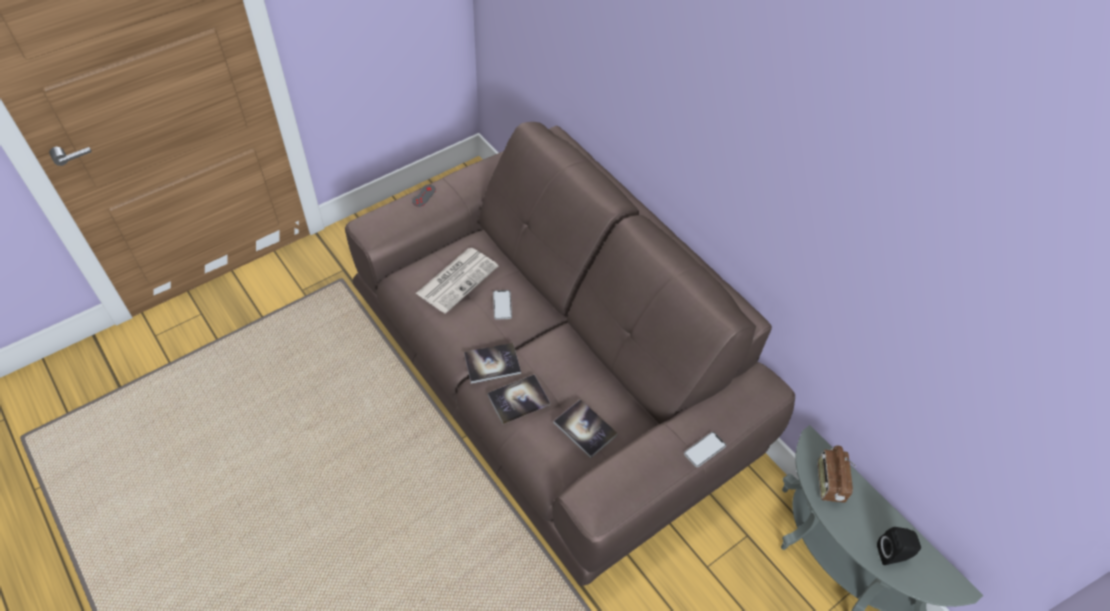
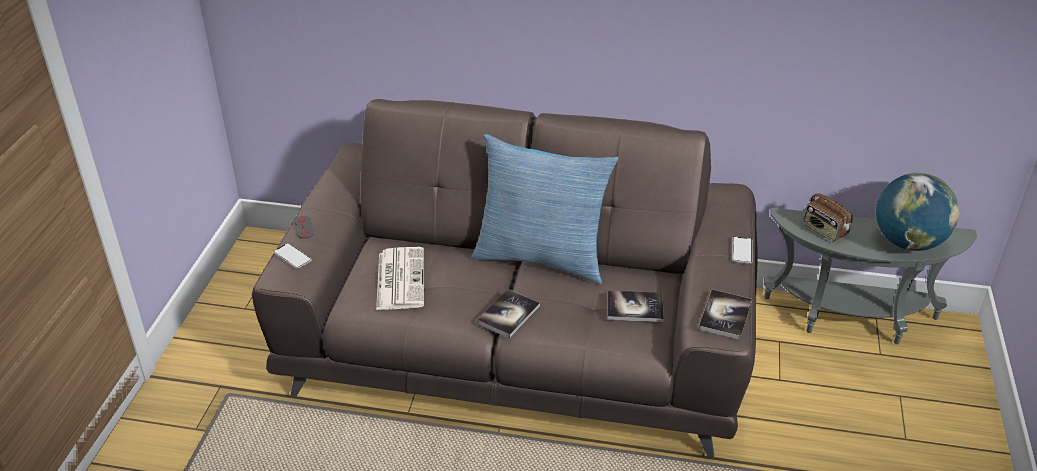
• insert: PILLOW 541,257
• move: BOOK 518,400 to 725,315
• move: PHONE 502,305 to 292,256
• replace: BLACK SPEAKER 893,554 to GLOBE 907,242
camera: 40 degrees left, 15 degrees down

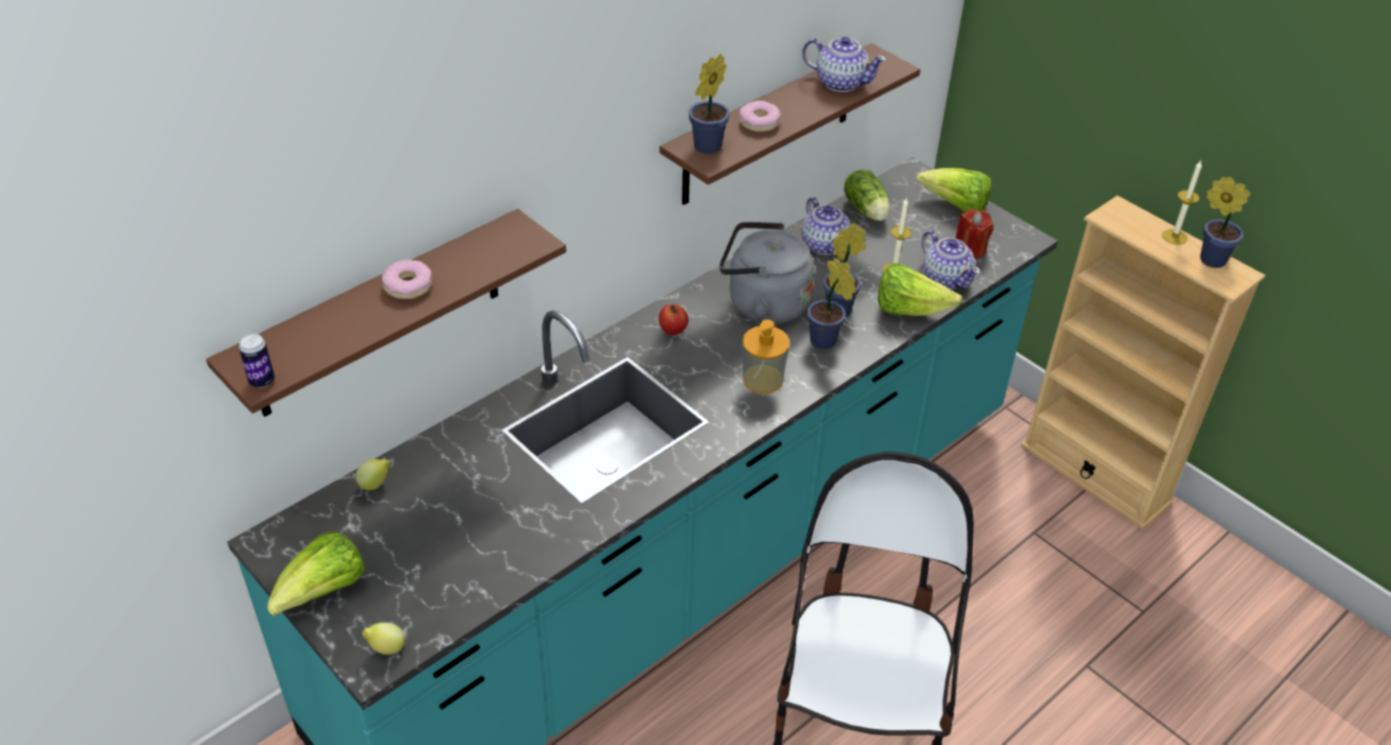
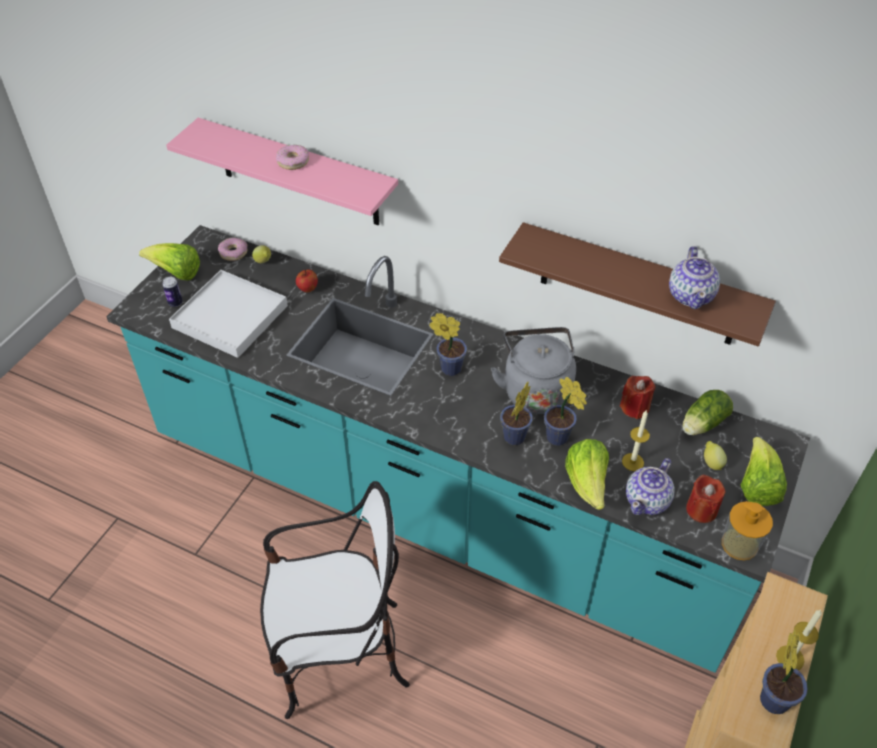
• insert: WHITE TRAY 229,317
• move: CAN 262,381 to 175,303
• move: LEMON 386,648 to 711,463
• move: APPLE 673,330 to 307,289
• move: POTTED PLANT 705,148 to 448,368
• move: DONUT 758,122 to 233,252
• move: SOAP DISPENSER 763,379 to 739,544
• replace: TEAPOT 824,244 to RED CANDLE 635,407
• recolor: BROWN SHELF 379,315 to PINK SHELF 298,173
camera: 70 degrees right, 5 degrees up

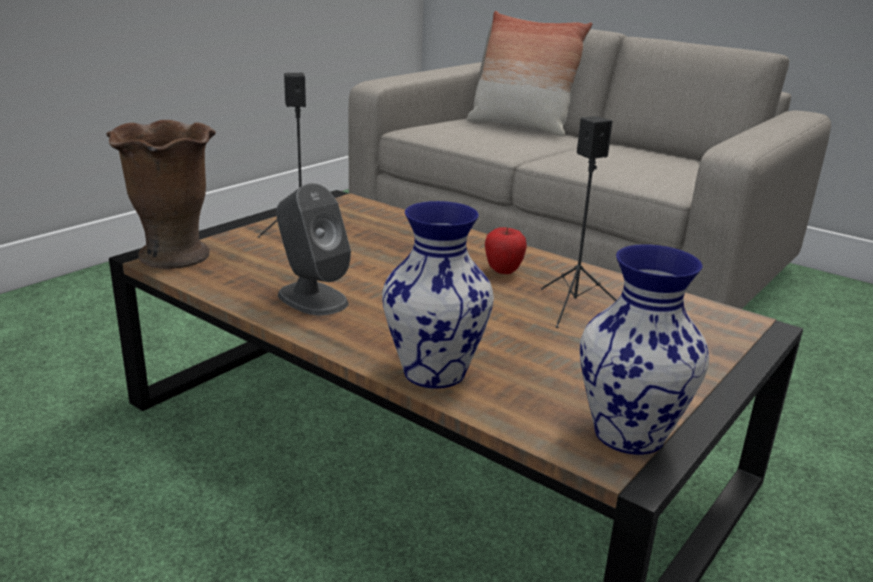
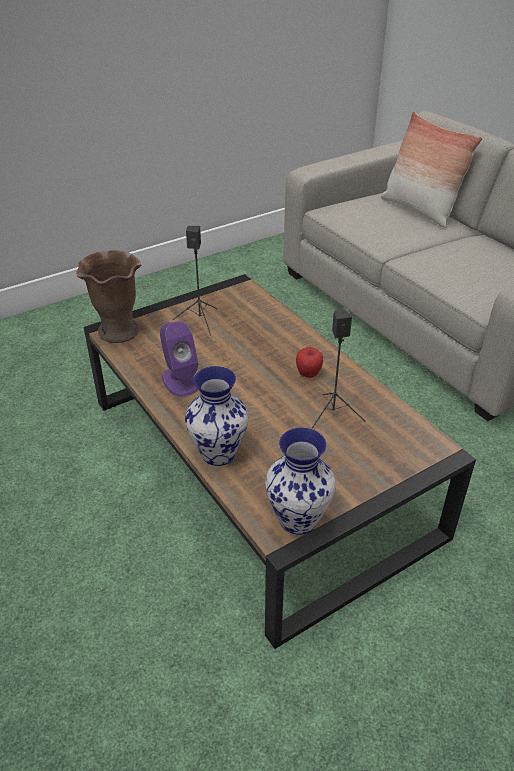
• recolor: GREY SPEAKER 312,298 to PURPLE SPEAKER 180,381
camera: 20 degrees right, 15 degrees up

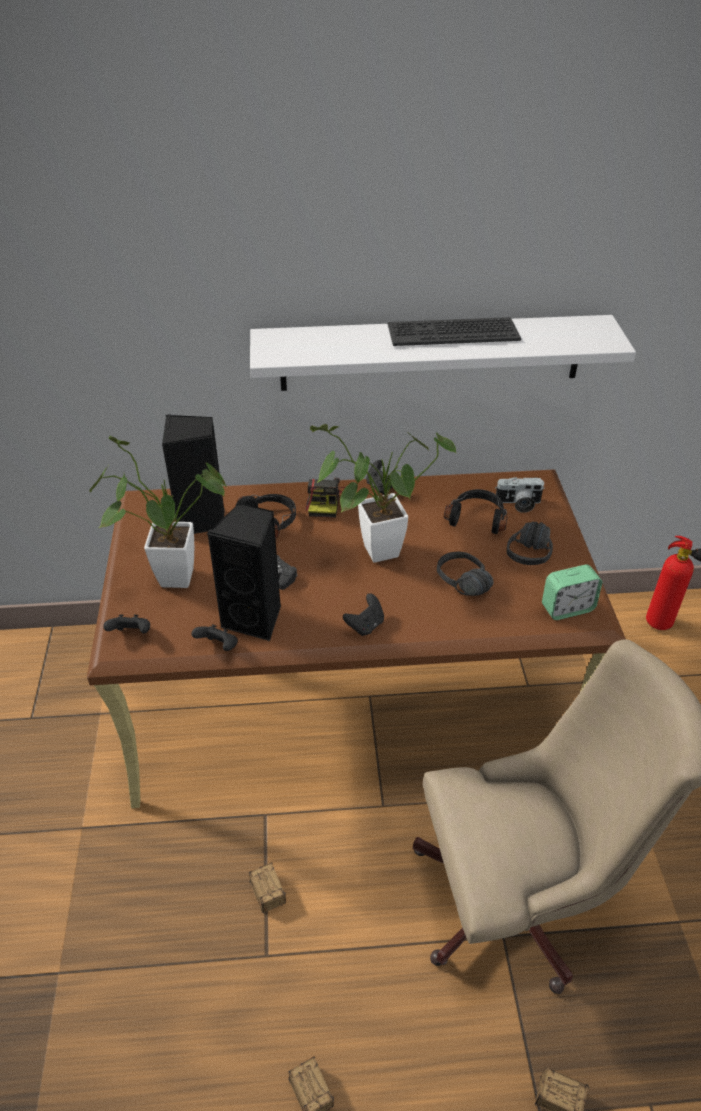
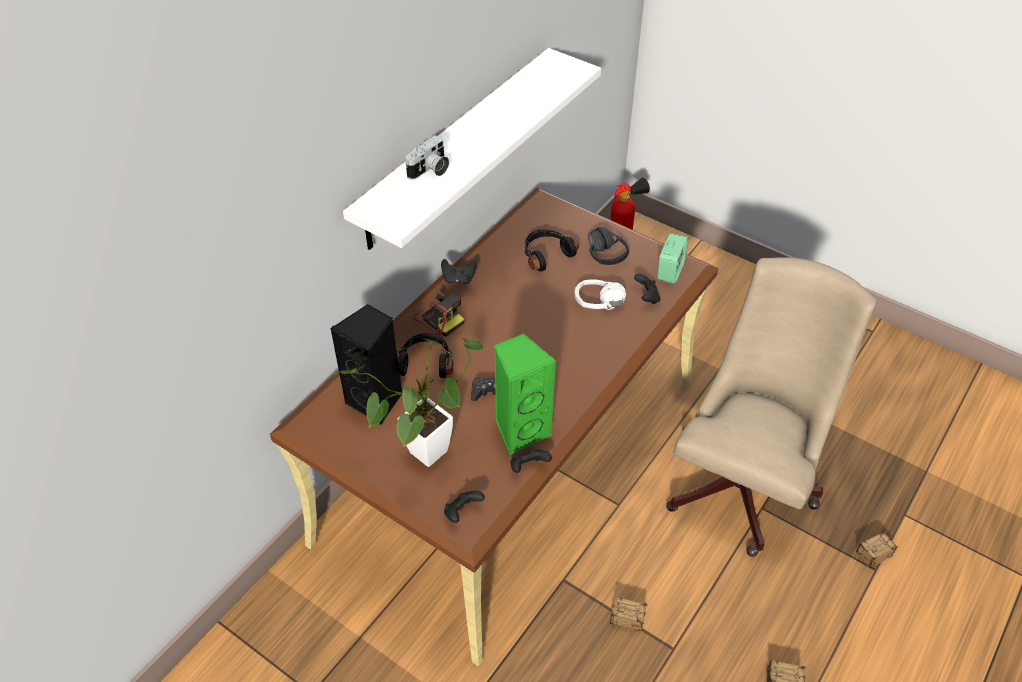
• delete: POTTED PLANT 372,553
• delete: KEYBOARD 453,332
• move: BLACK GAME CONTROLLER 365,625 to 647,297
• move: PHOTO CAMERA 518,504 to 430,170
• recolor: BLACK SPEAKER 255,618 to GREEN SPEAKER 521,430
• recolor: BLACK HEADPHONES 457,586 to WHITE HEADPHONES 599,307
camera: 50 degrees left, 5 degrees up

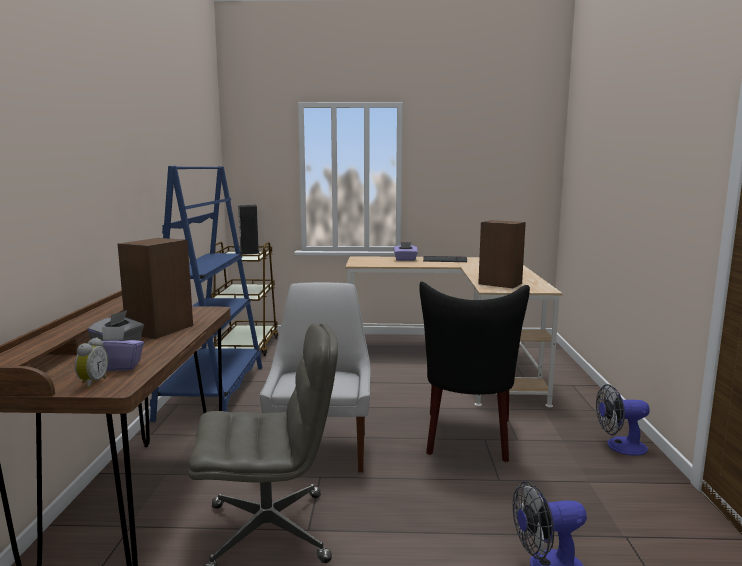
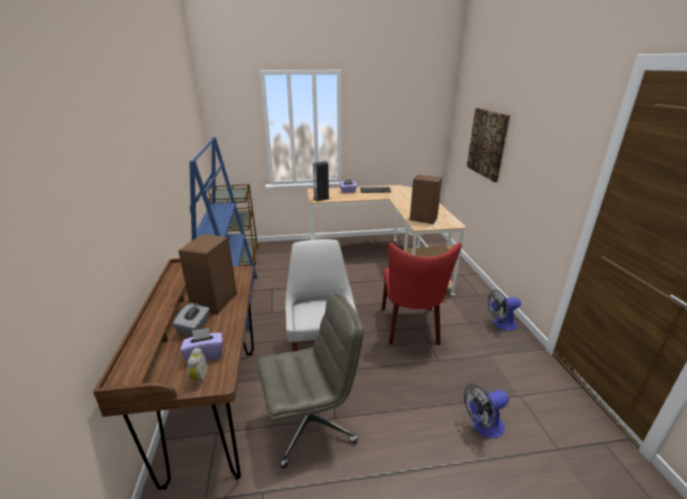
• insert: PICTURE 487,143
• move: SPEAKER 249,253 to 321,198
• recolor: BLACK CHAIR 468,439 to RED CHAIR 411,328
camera: 10 degrees left, 15 degrees up

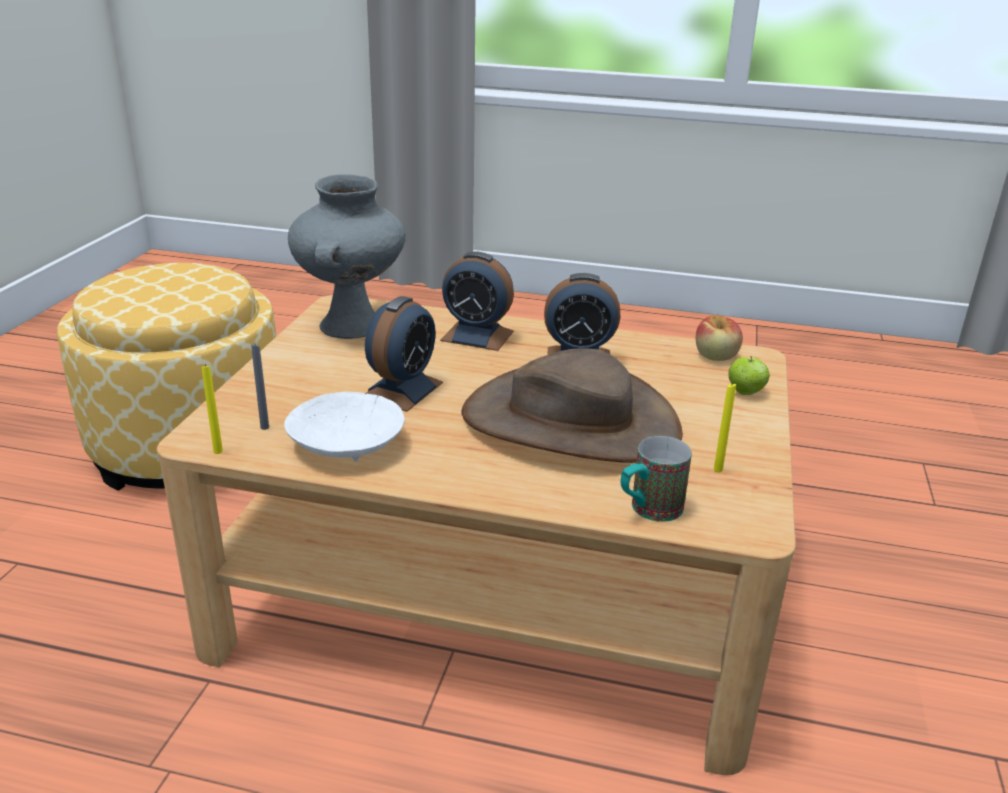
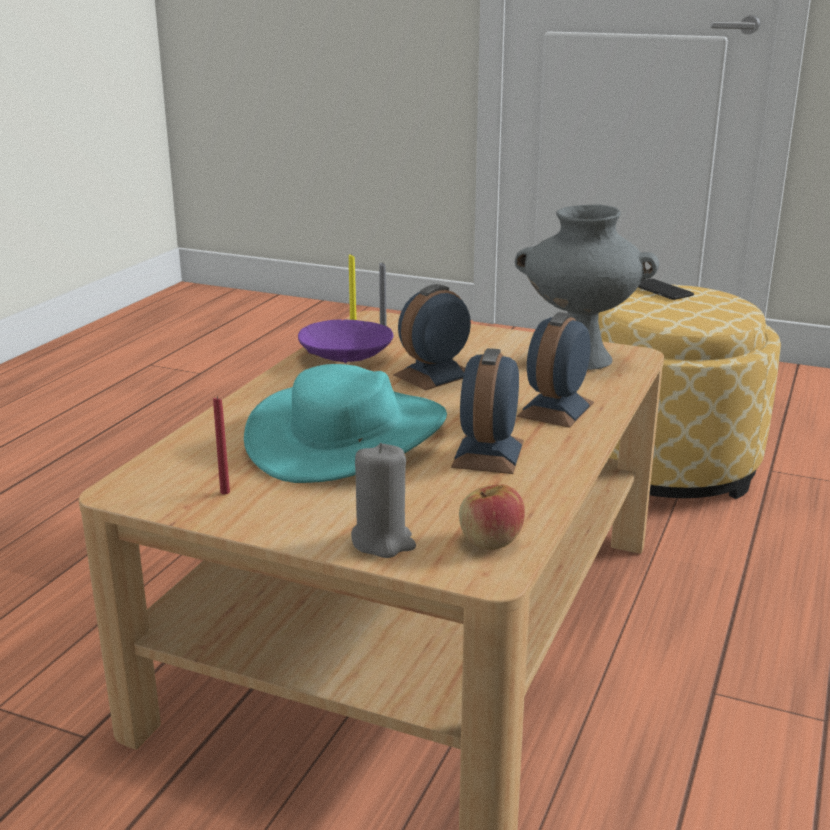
• delete: MUG 648,510
• insert: PHONE 661,290
• replace: APPLE 745,392 to GREY CANDLE 383,541
• recolor: WHITE BOWL 347,443 to PURPLE BOWL 347,356
• recolor: BROWN HAT 570,422 to TURQUOISE HAT 348,436
• recolor: YELLOW CANDLE 718,470 to RED CANDLE 225,492
• rotate: ALARM CLOCK 402,390 = 434,375 105 degrees clockwise
camera: 100 degrees right, 5 degrees down

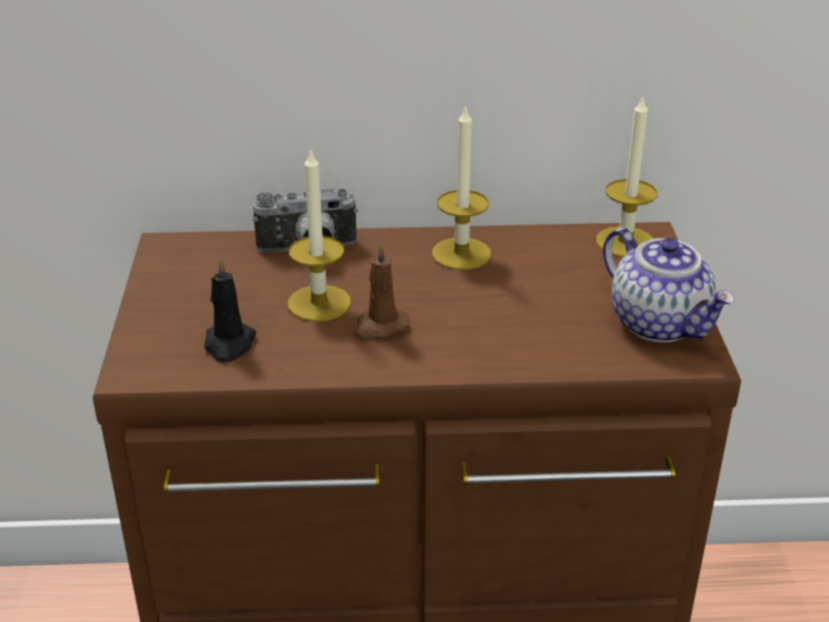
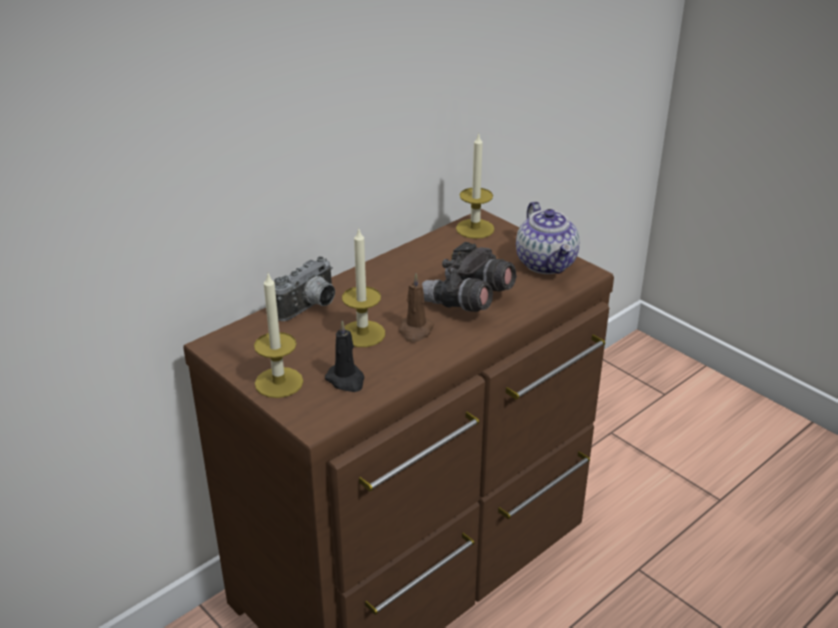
• insert: GREY BINOCULARS 467,301
• move: CANDLE 461,253 to 279,382
• rotate: TEAPOT 660,323 = 547,264 60 degrees clockwise
camera: 40 degrees left, 0 degrees up

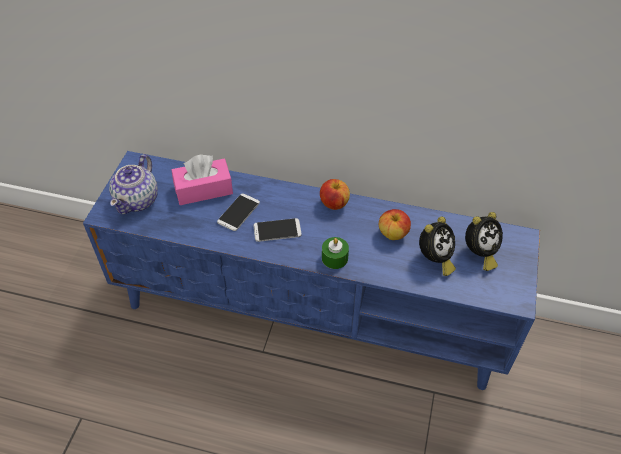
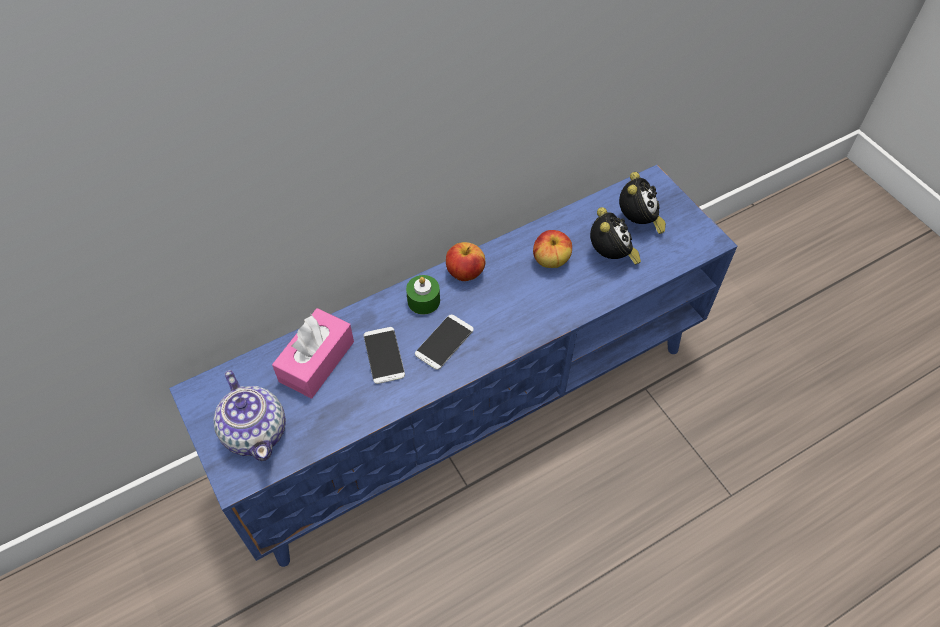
• move: GREEN CANDLE 334,258 to 423,301
camera: 45 degrees left, 5 degrees up

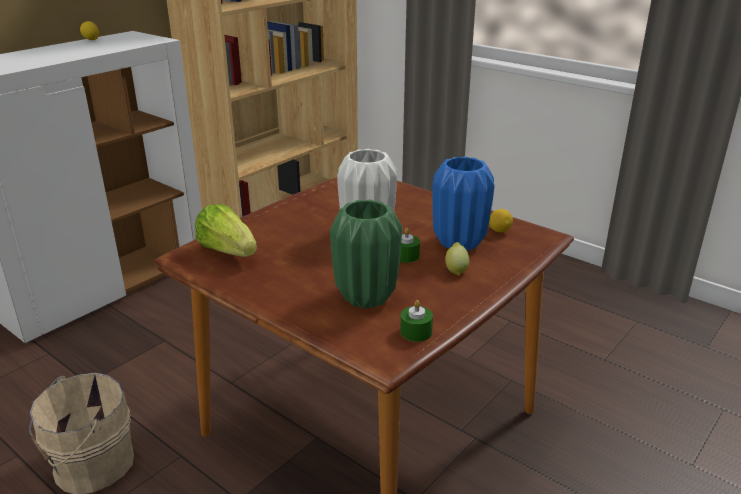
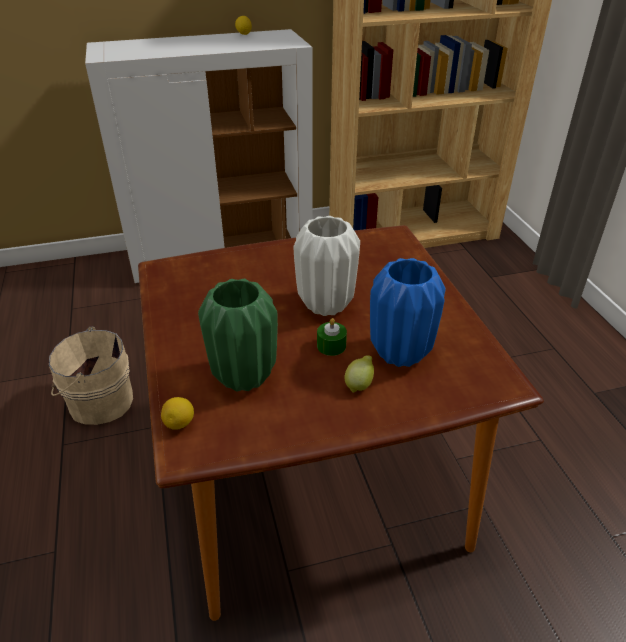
• delete: LETTUCE 228,251
• delete: GREEN CANDLE 416,332
• move: LEMON 499,231 to 180,423
camera: 35 degrees right, 10 degrees up

